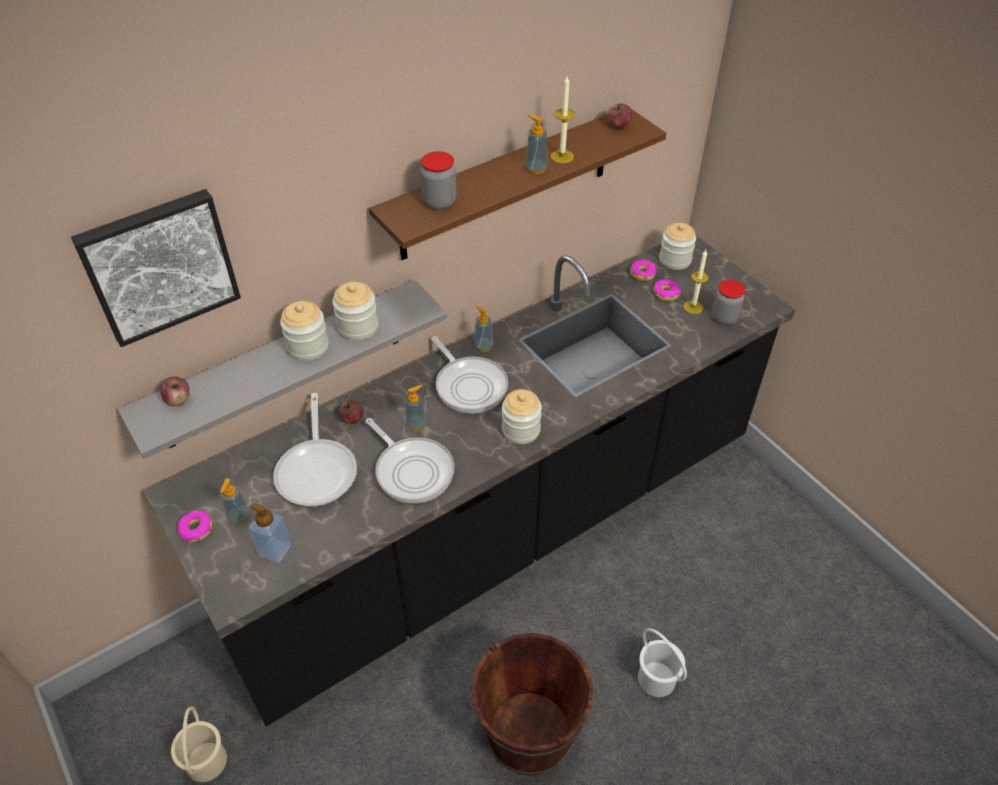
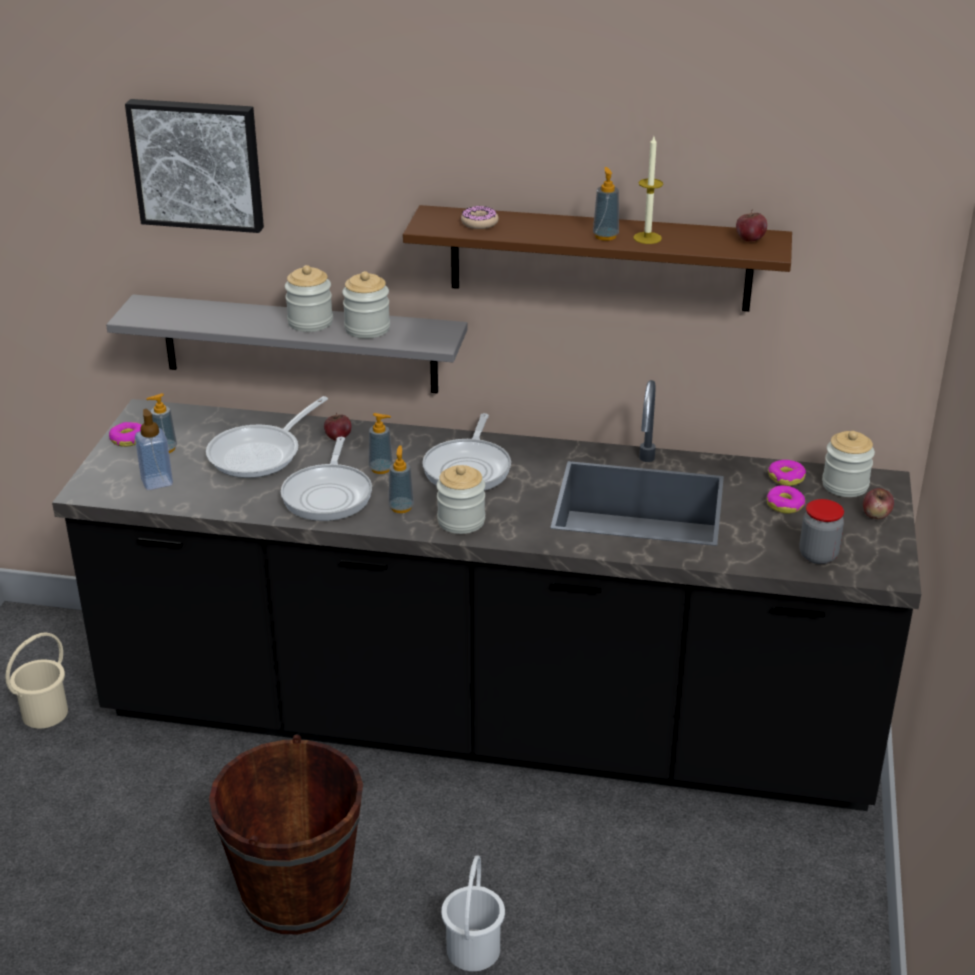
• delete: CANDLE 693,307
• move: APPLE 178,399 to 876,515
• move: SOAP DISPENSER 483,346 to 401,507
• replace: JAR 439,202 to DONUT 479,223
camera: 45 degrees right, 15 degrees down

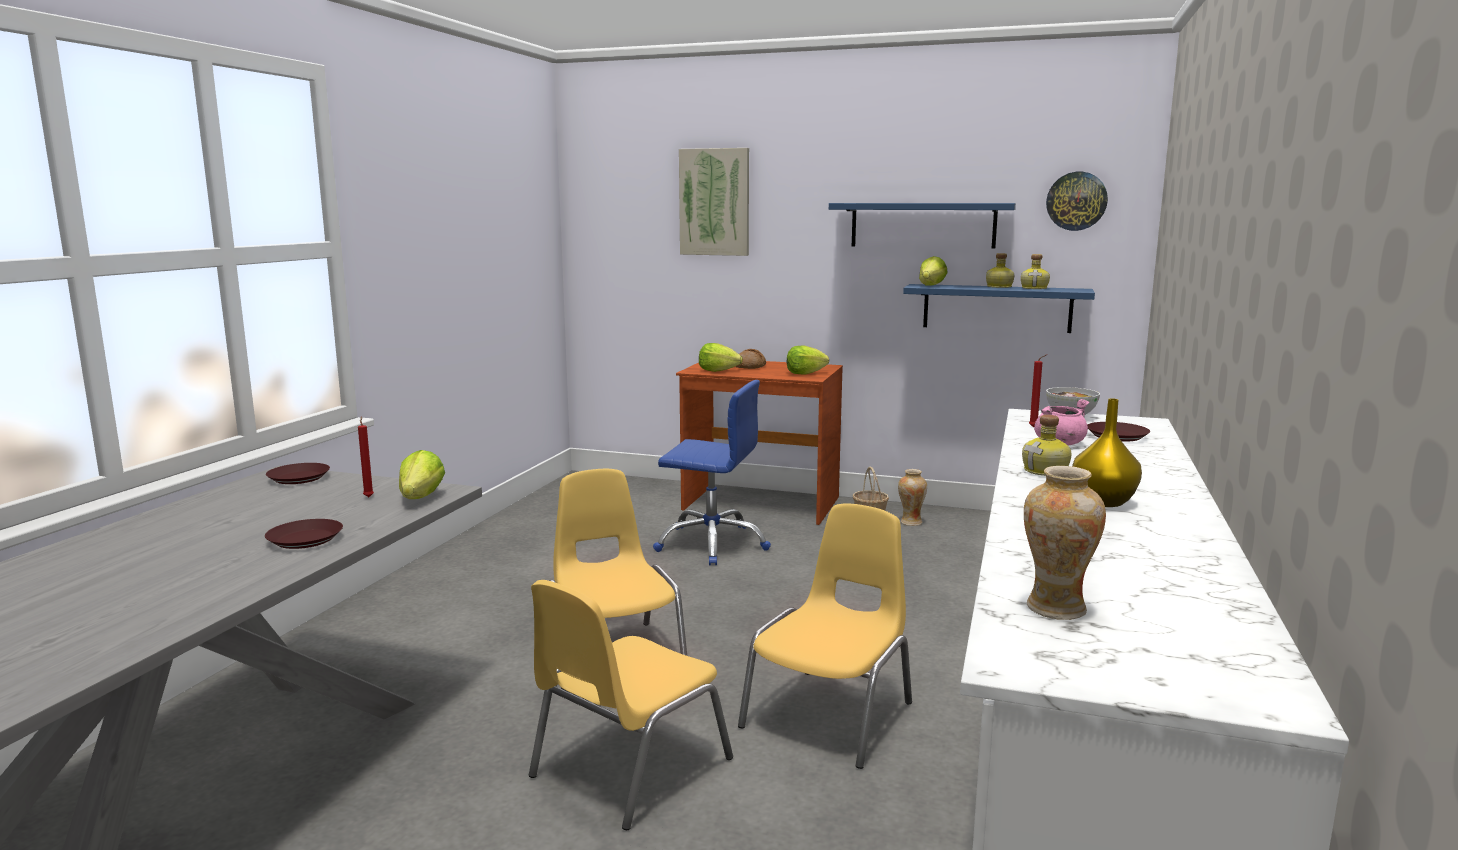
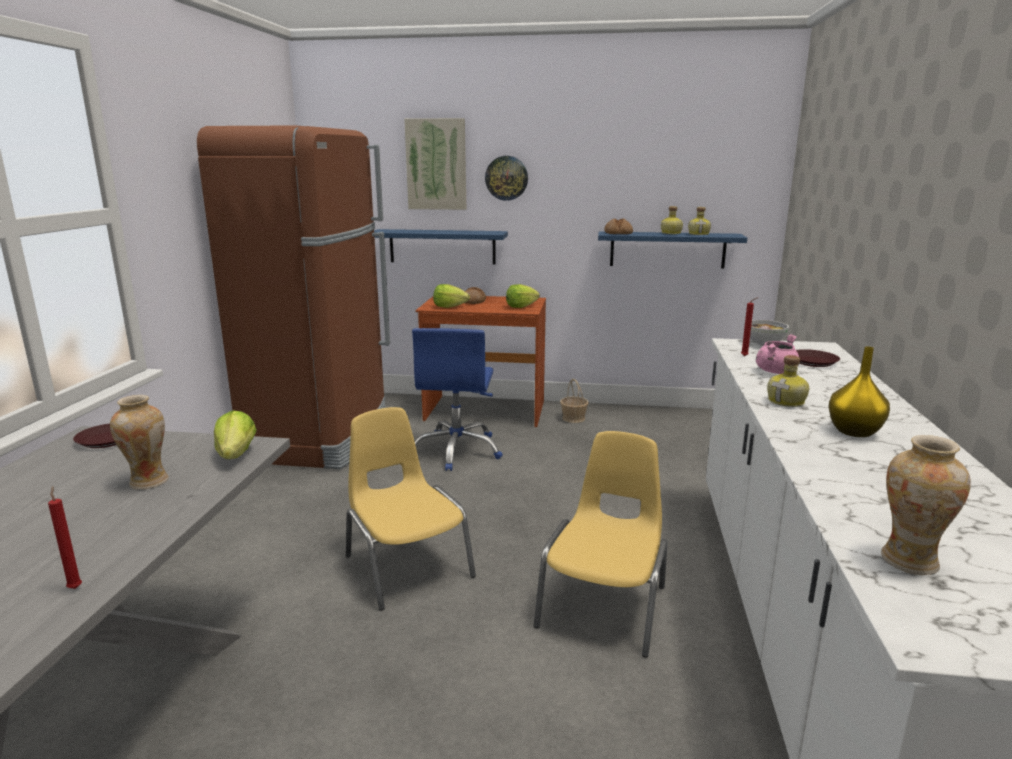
• delete: BROWN PLATE 306,539
• delete: YELLOW CHAIR 627,768
• insert: BROWN FRIDGE 321,438
• move: RED CANDLE 369,496 to 75,587
• move: BLUE SHELF 923,225 to 442,246
• move: VASE 911,522 to 148,482
• move: WALL CLOCK 1076,201 to 506,178
• replace: LETTUCE 931,285 to BREAD 618,233
• rotate: BLUE OFFICE CHAIR 712,543 = 457,450 90 degrees clockwise
camera: 10 degrees left, 5 degrees up

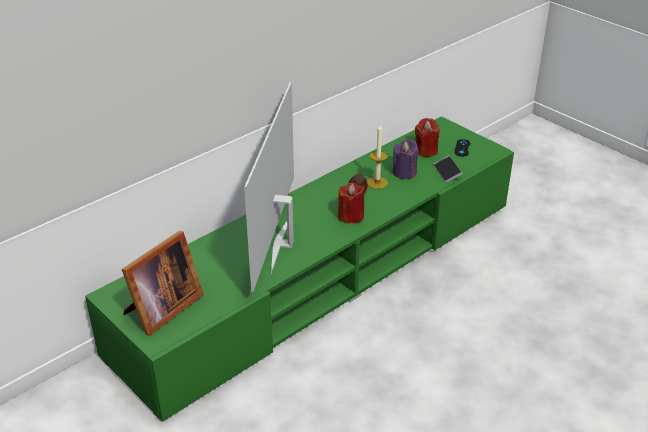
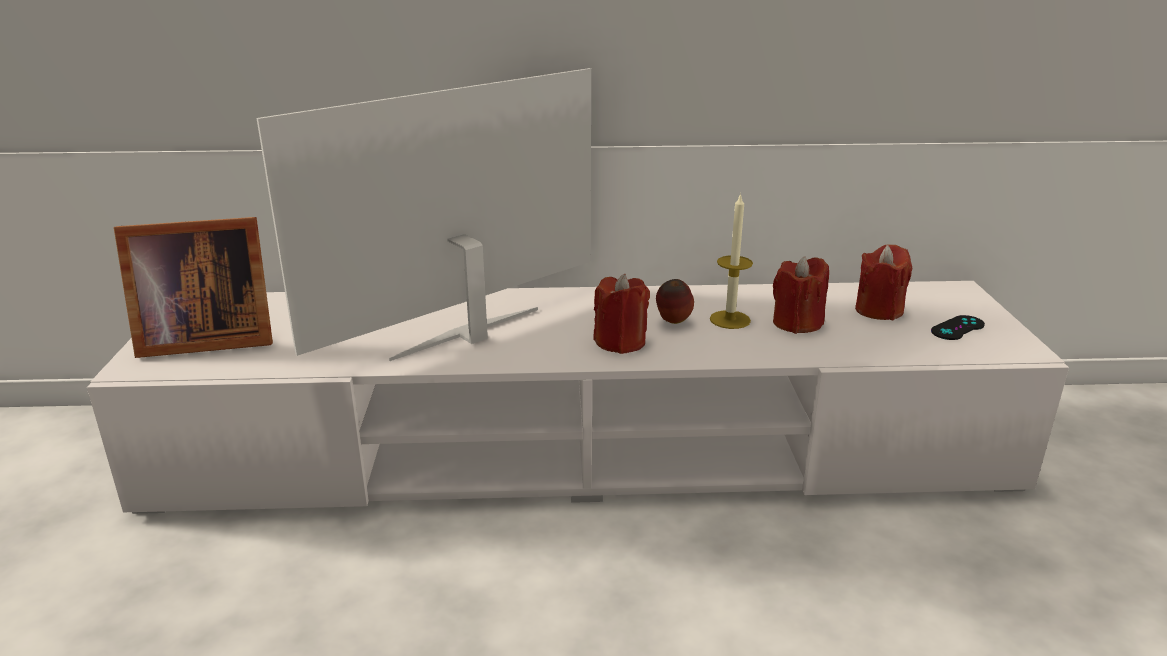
• delete: PHONE 447,172
• recolor: GREEN TV STAND 324,275 to WHITE TV STAND 585,450
• recolor: PURPLE CANDLE 404,172 to RED CANDLE 797,323
camera: 40 degrees right, 10 degrees down

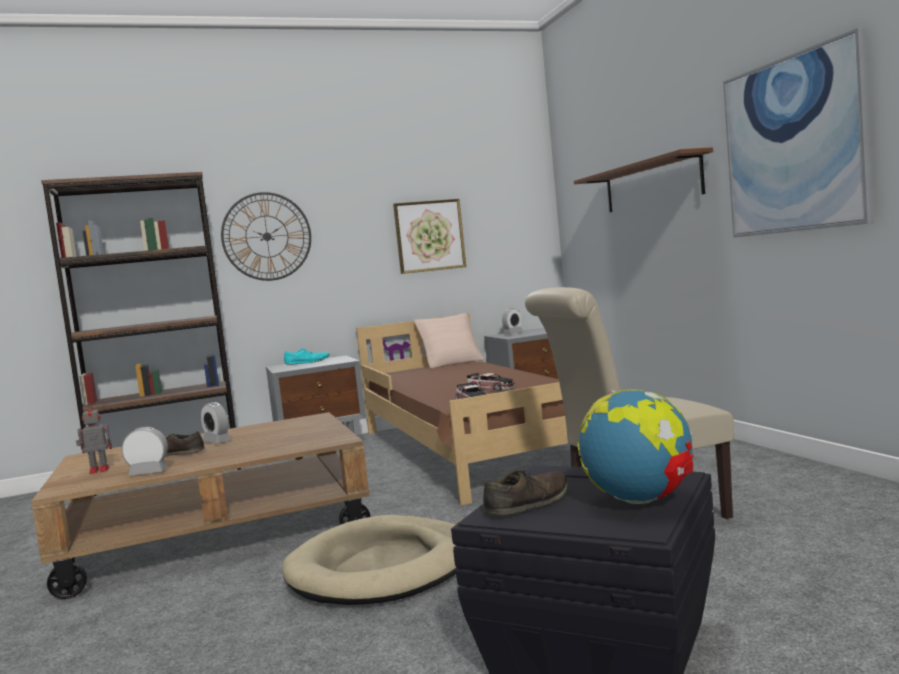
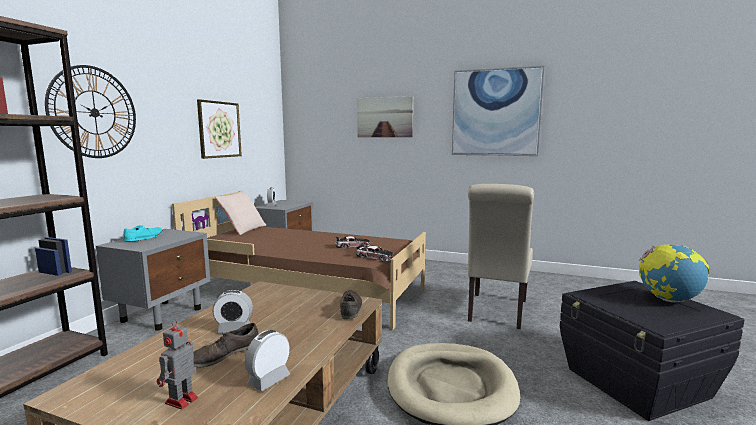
• move: BROWN SHOE 528,502 to 350,308
• replace: BROWN SHELF 651,184 to PICTURE 384,117
camera: 50 degrees left, 5 degrees up

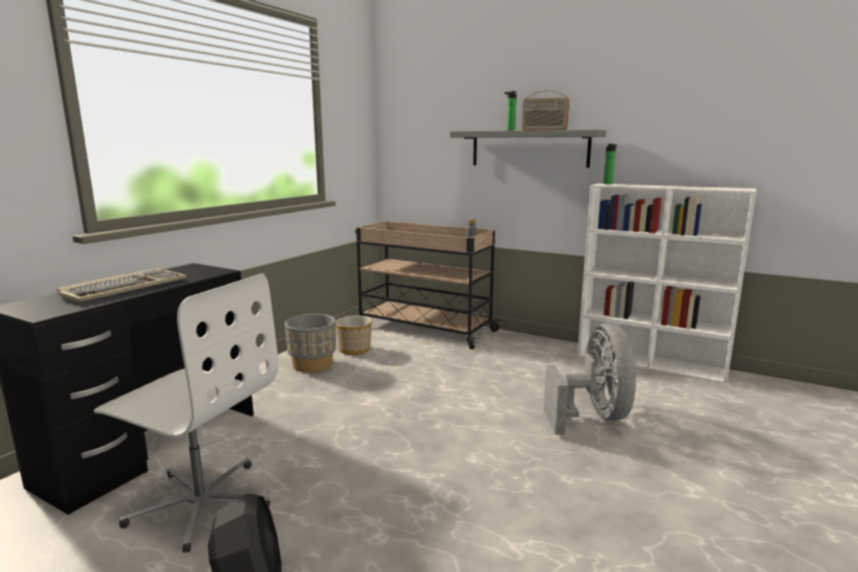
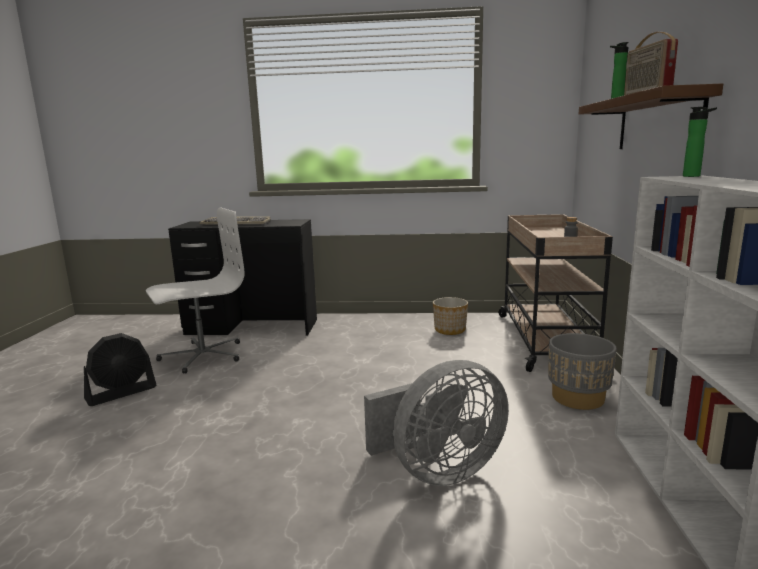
• move: GREY PLANTER 313,365 to 578,398
• recolor: GREY SHELF 529,149 to BROWN SHELF 657,123
• rotate: WHITE OFFICE CHAIR 201,502 = 202,355 120 degrees counterclockwise
camera: 65 degrees right, 0 degrees up

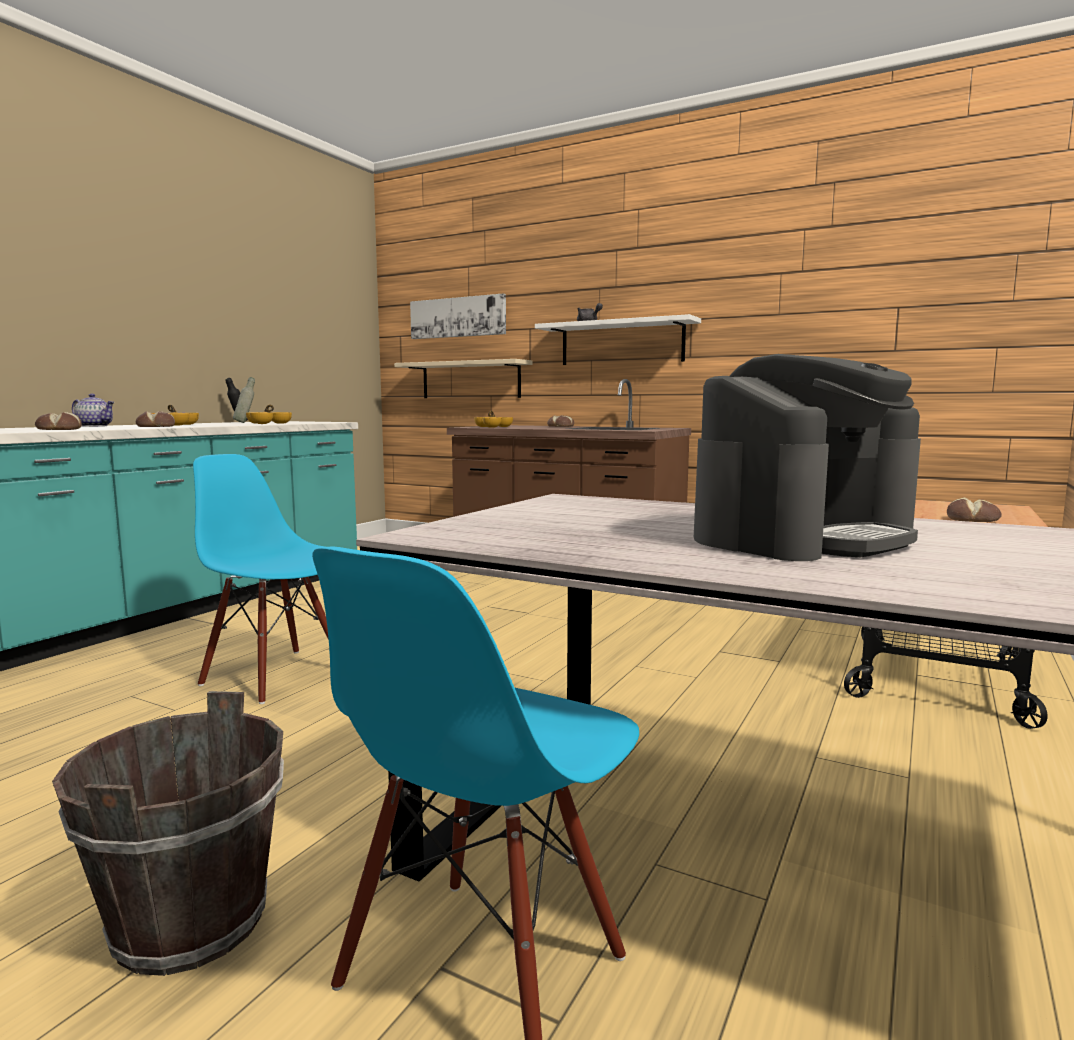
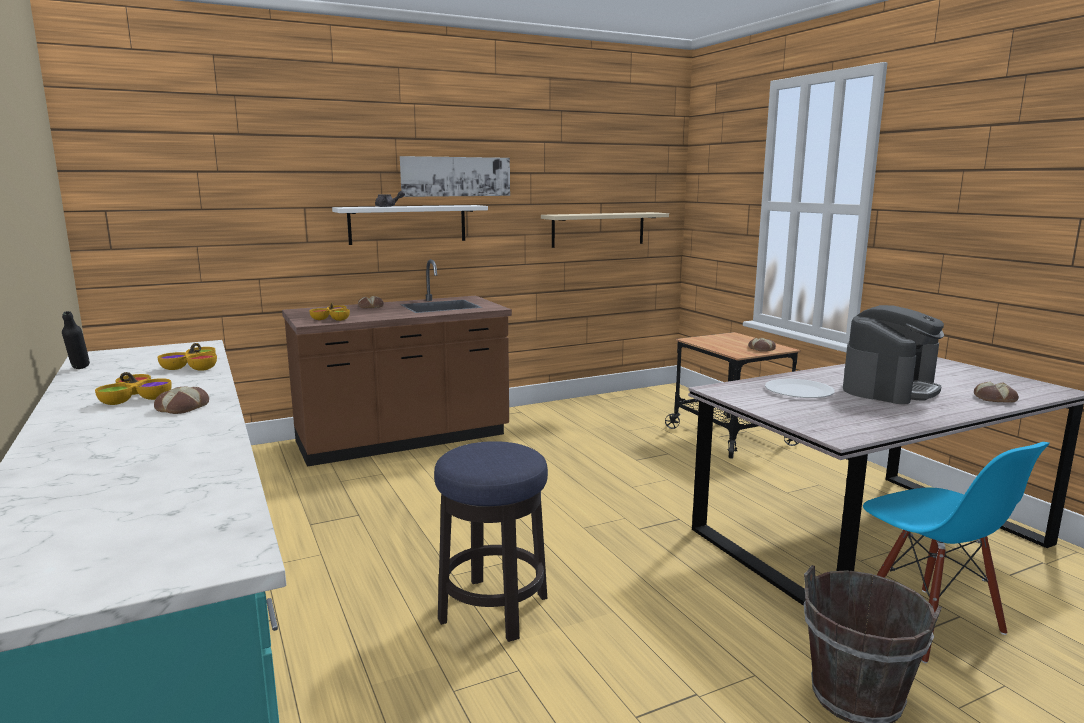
• delete: TEAPOT 96,426
• delete: GREY BOTTLE 245,422
• insert: WHITE PLATE 798,391
• move: BREAD 58,429 to 995,399
• move: BEIGE SHELF 470,380 to 598,229
• move: PICTURE 458,317 to 456,176
• replace: BLUE CHAIR 276,676 to STOOL 493,609
• rotate: COFFEE MACHINE 803,537 = 889,388 45 degrees clockwise
camera: 55 degrees left, 5 degrees up

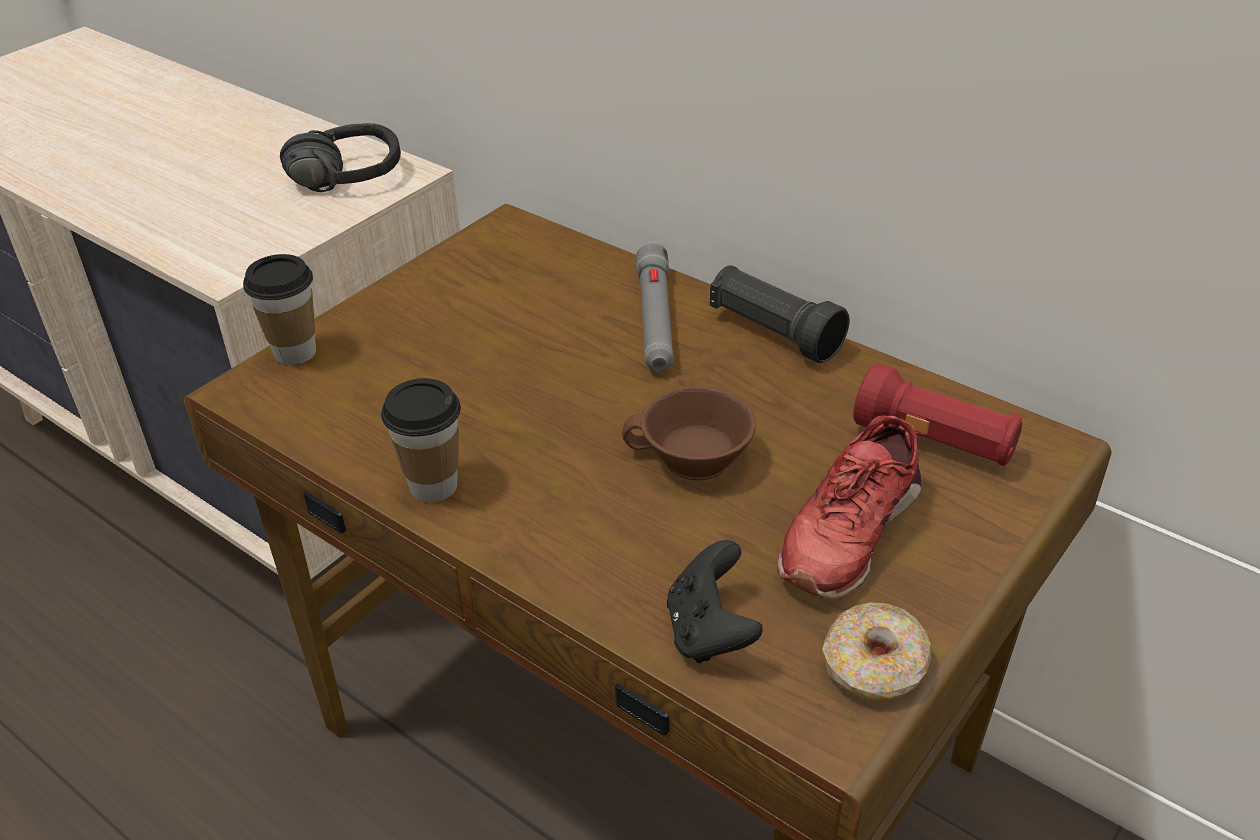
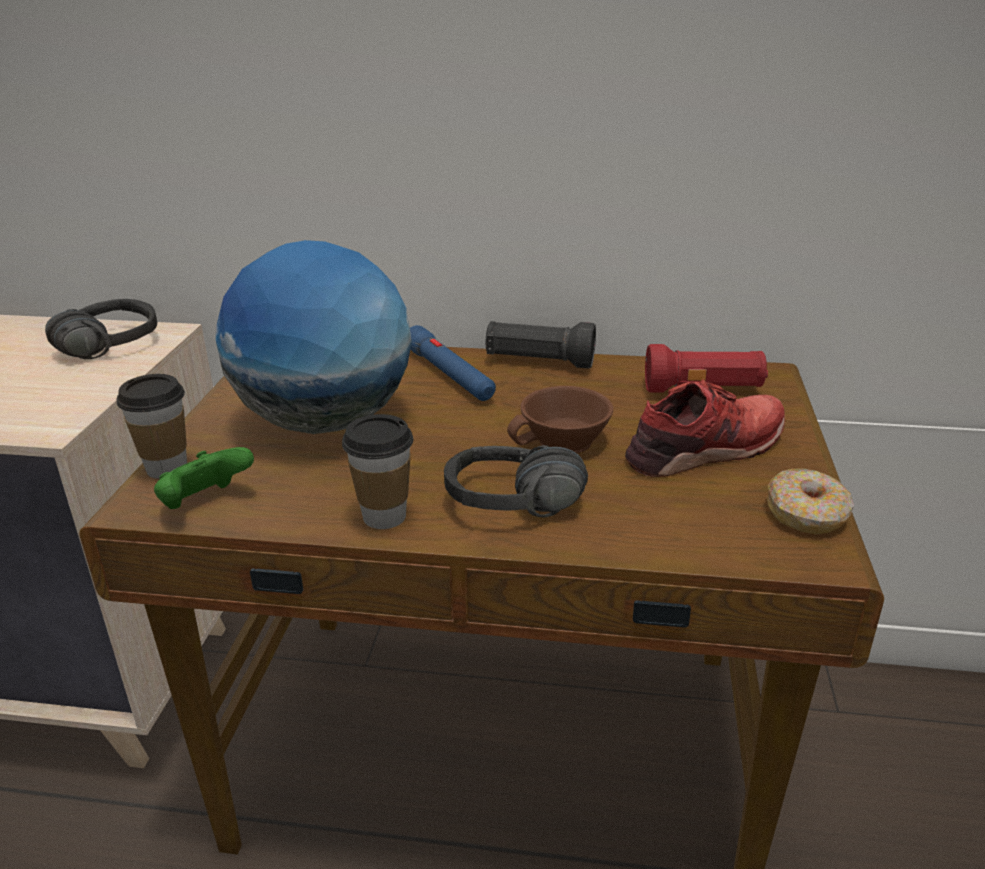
• delete: BLACK GAME CONTROLLER 709,632
• insert: GREEN GAME CONTROLLER 205,503
• insert: GLOBE 325,422
• insert: BLACK HEADPHONES 514,515
• recolor: GREY FLASHLIGHT 655,320 to BLUE FLASHLIGHT 449,375
• rotate: RED SHOE 848,531 = 707,449 120 degrees counterclockwise
camera: 30 degrees left, 10 degrees down

